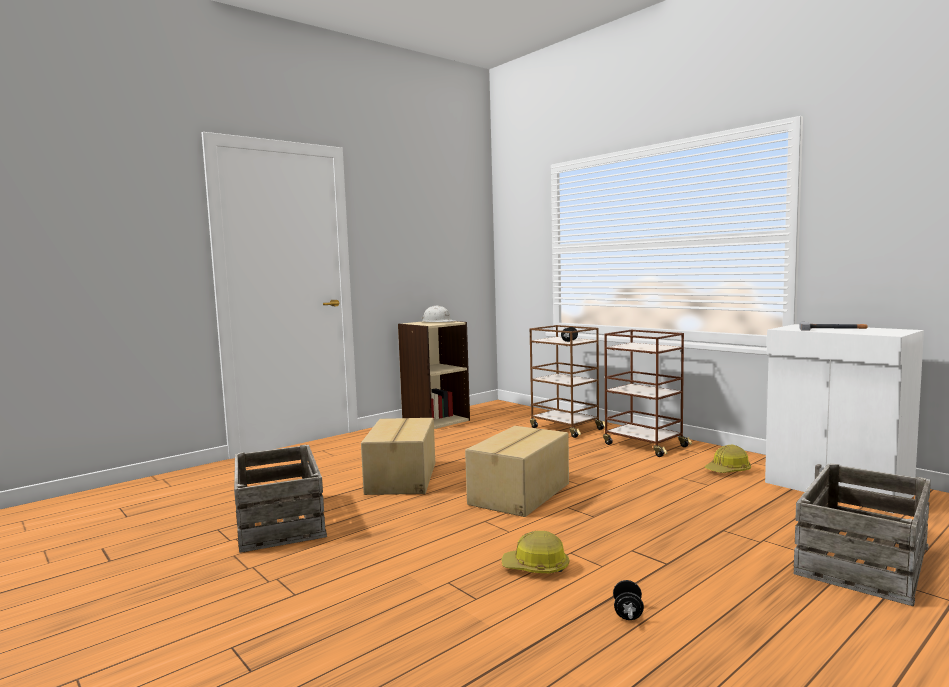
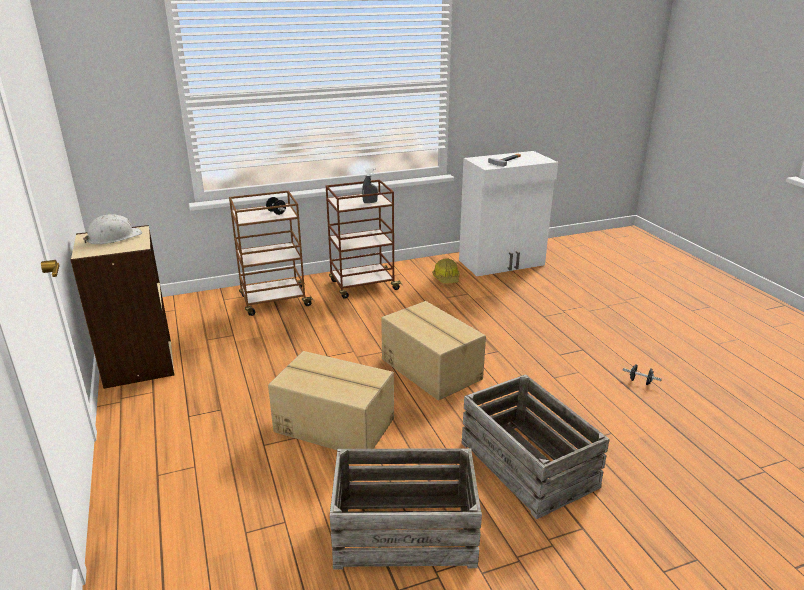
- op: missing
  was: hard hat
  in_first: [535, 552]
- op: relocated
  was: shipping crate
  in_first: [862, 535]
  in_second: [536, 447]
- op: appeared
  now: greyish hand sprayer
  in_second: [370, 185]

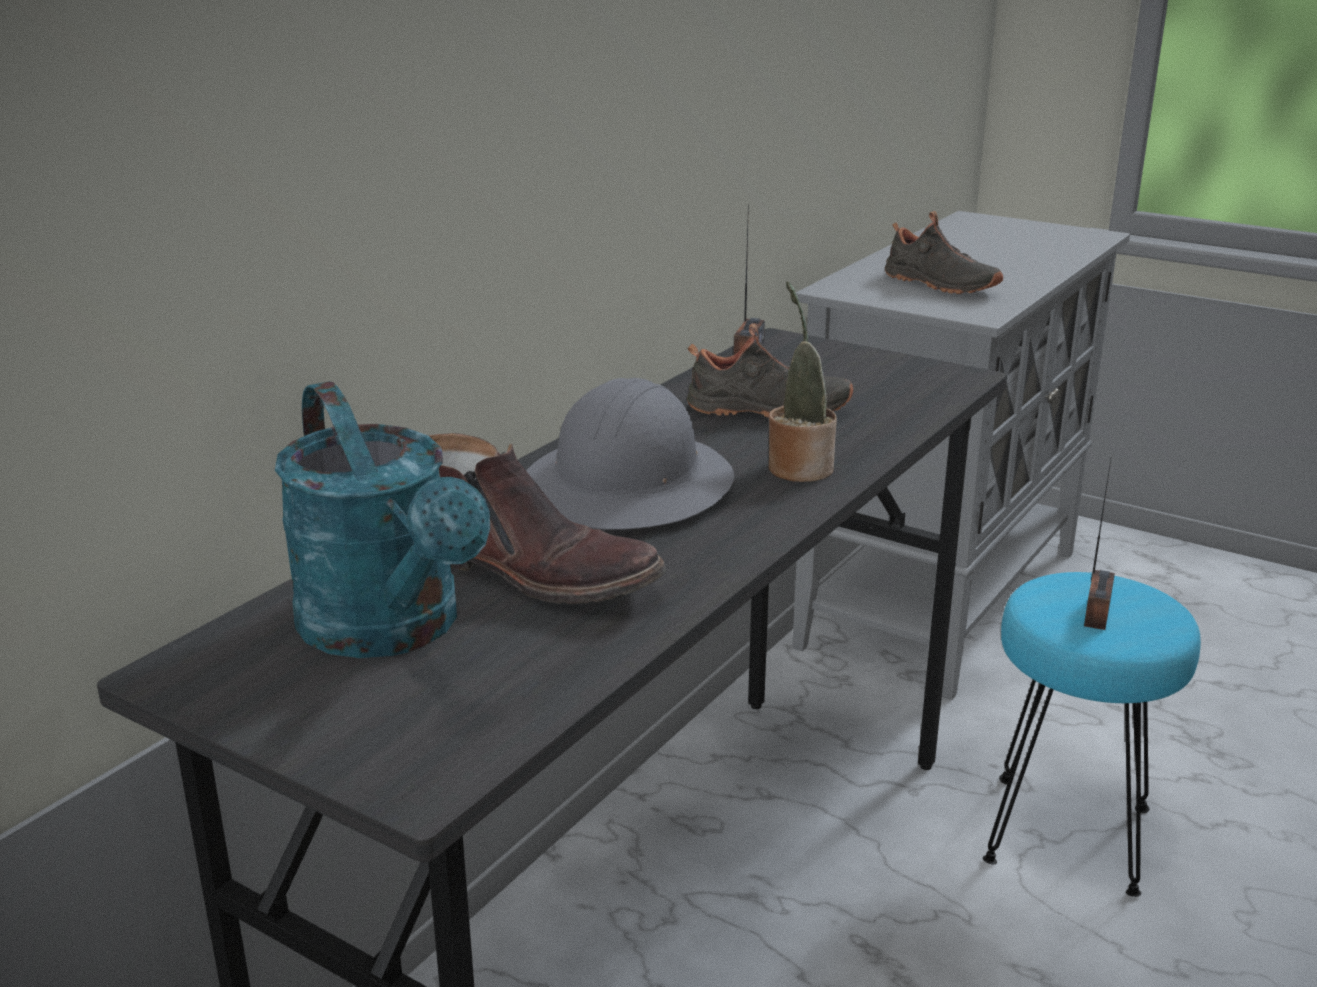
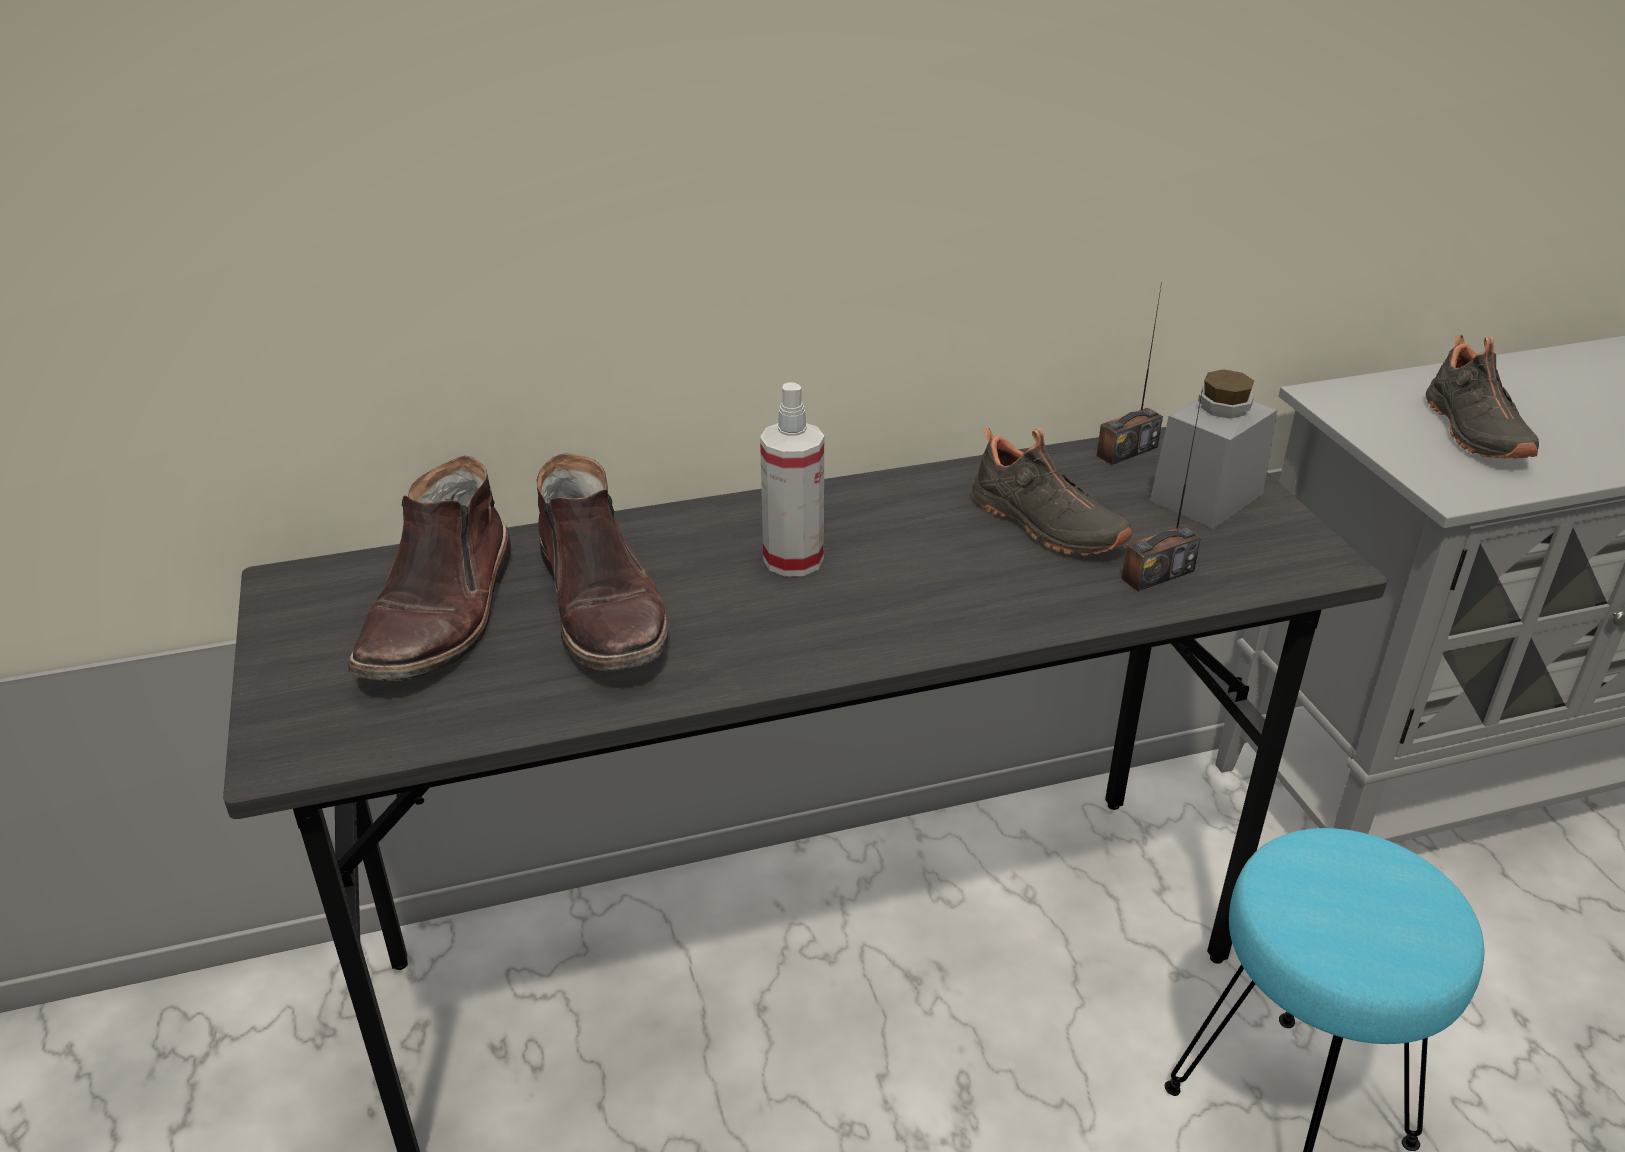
- op: exchanged
  was: blue-green sprinkling can
  now: brown-coloured boot
  in_first: [382, 519]
  in_second: [430, 568]
- op: exchanged
  was: greyish hard hat
  now: hand sprayer
  in_first: [630, 454]
  in_second: [792, 479]
- op: missing
  was: houseplant
  in_first: [802, 381]
- op: relocated
  was: radio
  in_first: [1099, 544]
  in_second: [1162, 489]
- op: appeared
  now: greyish preserve jar
  in_second: [1213, 449]

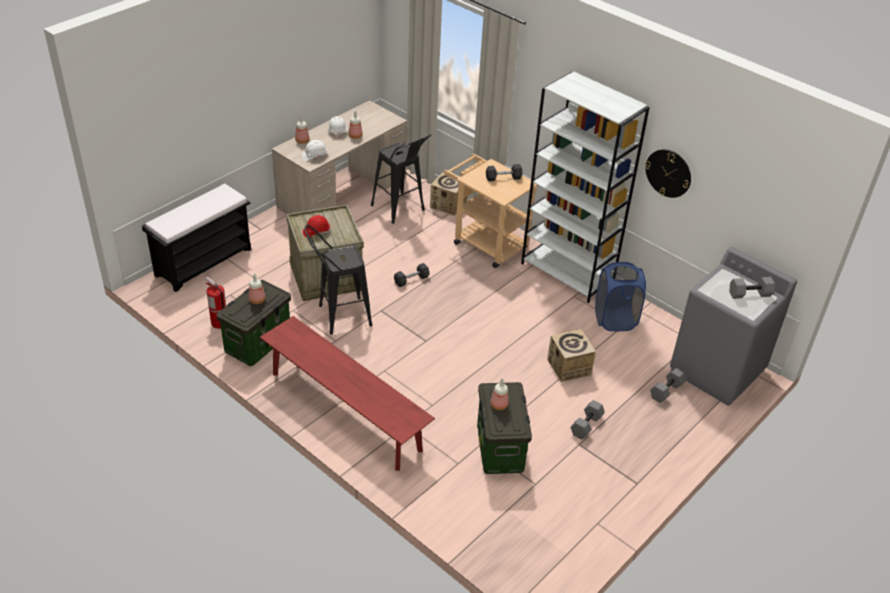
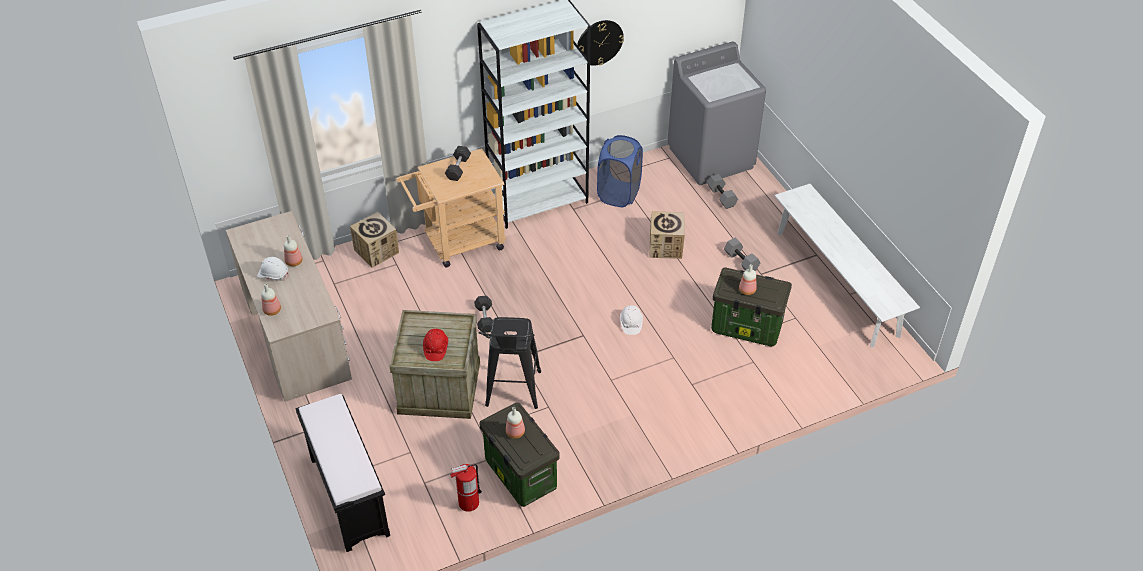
- op: missing
  was: red long seat
  in_first: [347, 393]
- op: relocated
  was: whitish hard hat
  in_first: [314, 150]
  in_second: [631, 320]
- op: missing
  was: blackish sitting stool
  in_first: [401, 179]
- op: missing
  was: greyish hand weight
  in_first: [752, 288]
- op: appeared
  now: whitish long seat
  in_second: [847, 266]

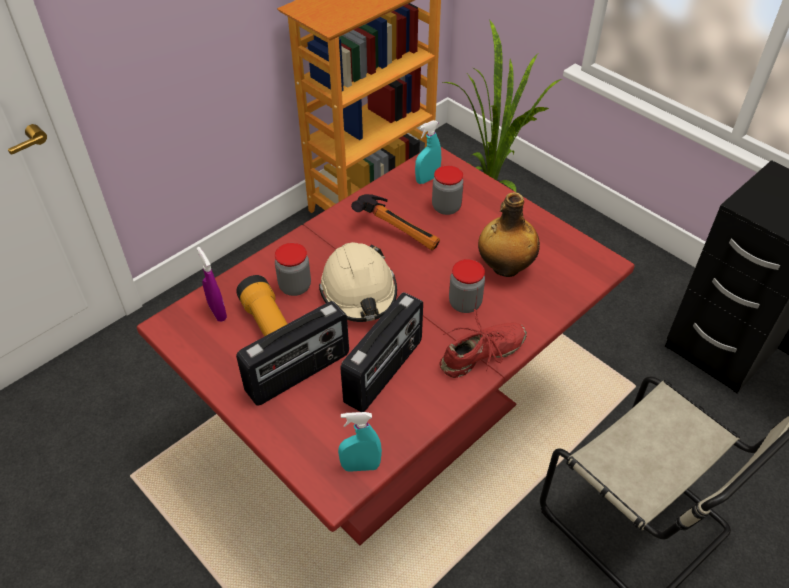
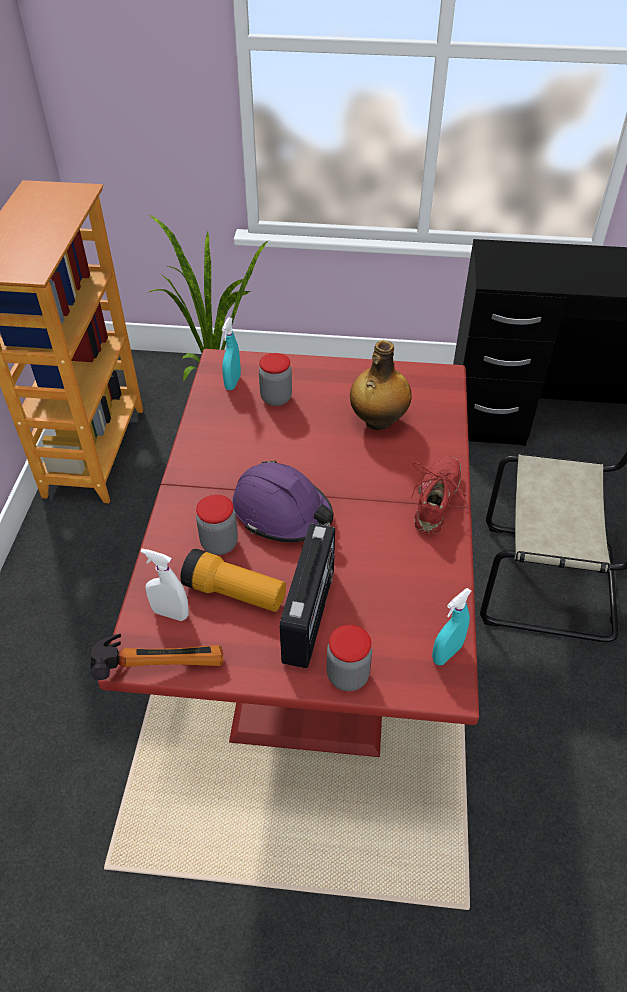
- op: colour
  was: purple hand sprayer
  now: whitish hand sprayer
  in_first: [212, 284]
  in_second: [165, 584]
- op: colour
  was: beige hard hat
  now: purple hard hat
  in_first: [358, 282]
  in_second: [283, 501]
- op: missing
  was: radio
  in_first: [381, 352]
- op: relocated
  was: tool hammer
  in_first: [395, 222]
  in_second: [157, 657]
- op: relocated
  was: preserve jar
  in_first: [467, 286]
  in_second: [349, 658]

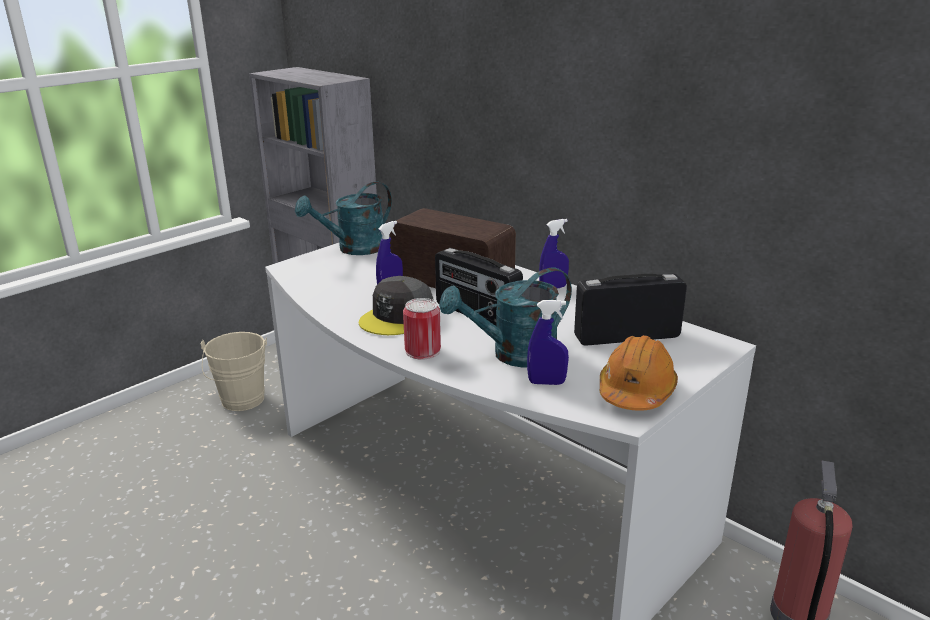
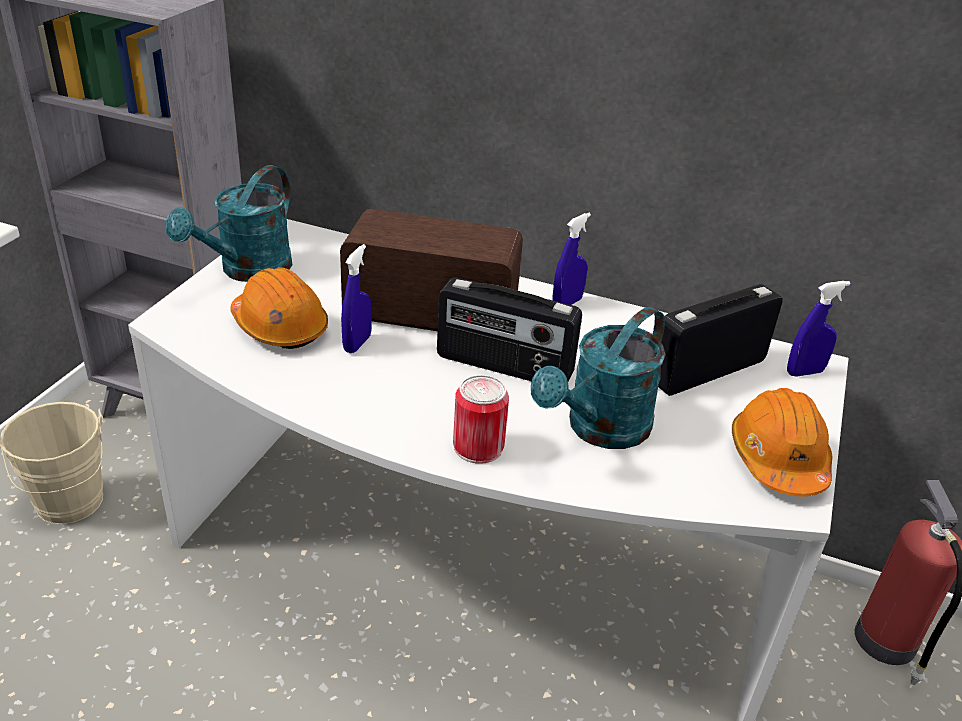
- op: missing
  was: greyish cap
  in_first: [396, 305]
- op: relocated
  was: bluish hand sprayer
  in_first: [548, 342]
  in_second: [819, 329]
- op: appeared
  now: orange-coloured hard hat
  in_second: [279, 308]

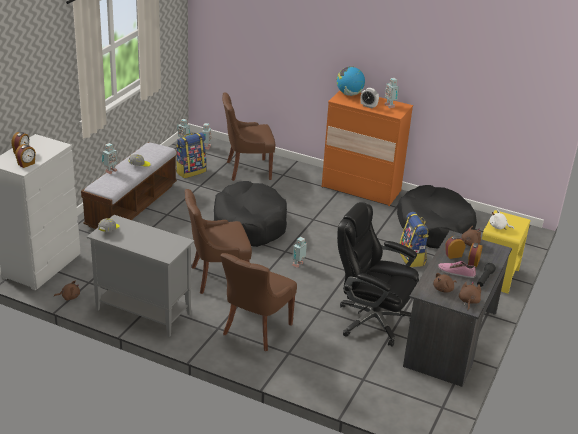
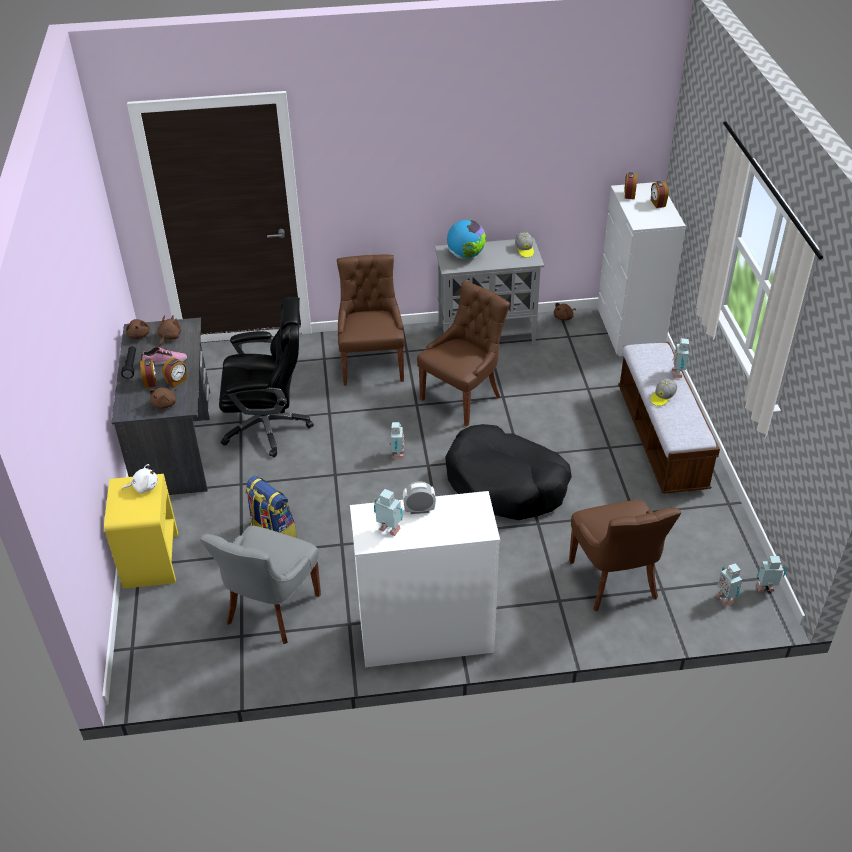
- op: missing
  was: rucksack
  in_first: [191, 155]
- op: spun
  was: brown-coloured plain chair
  in_first: [248, 137]
  in_second: [625, 555]
  clockwise: 120
- op: colour
  was: orange-coloured drawer chest
  now: whitish drawer chest
  in_first: [367, 148]
  in_second: [425, 579]
- op: relocated
  was: globe
  in_first: [351, 81]
  in_second: [466, 239]
- op: exchanged
  was: blackish dog bed
  now: greyish plain chair
  in_first: [437, 217]
  in_second: [260, 585]

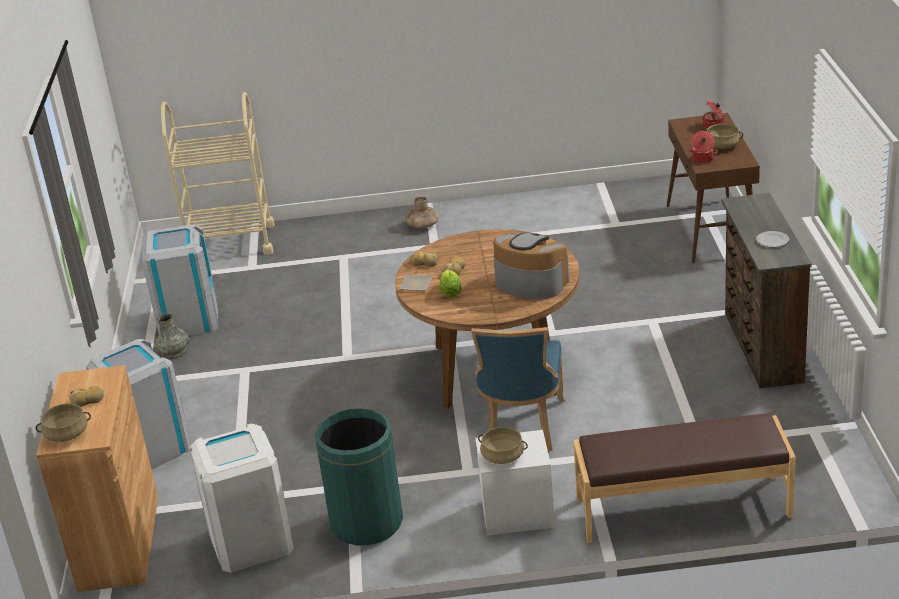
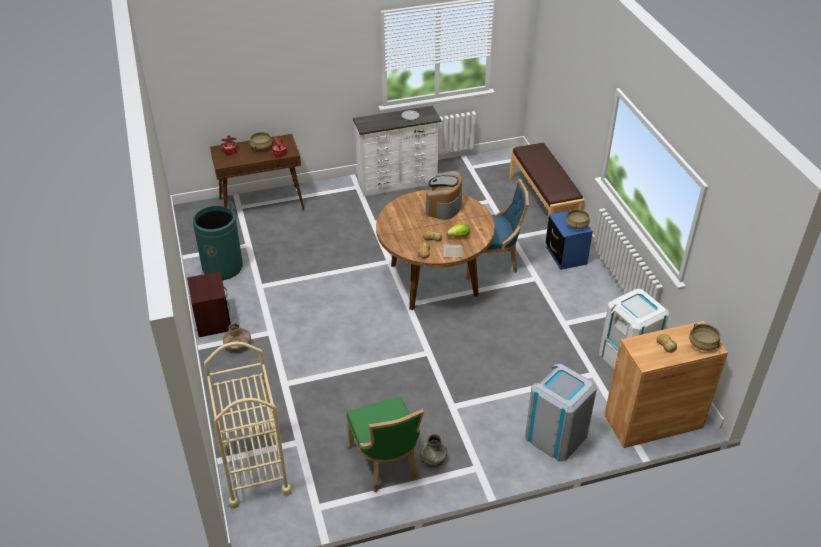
- op: exchanged
  was: greyish rubbish bin
  now: green plain chair
  in_first: [179, 280]
  in_second: [385, 444]
- op: relocated
  was: green rubbish bin
  in_first: [359, 477]
  in_second: [218, 243]
- op: colour
  was: whitish bedside table
  now: bluish bedside table
  in_first: [515, 483]
  in_second: [569, 240]
- op: colour
  was: brown-coloured drawer chest
  now: whitish drawer chest
  in_first: [766, 290]
  in_second: [397, 151]
- op: appeared
  now: brown-coloured bedside table
  in_second: [209, 304]

